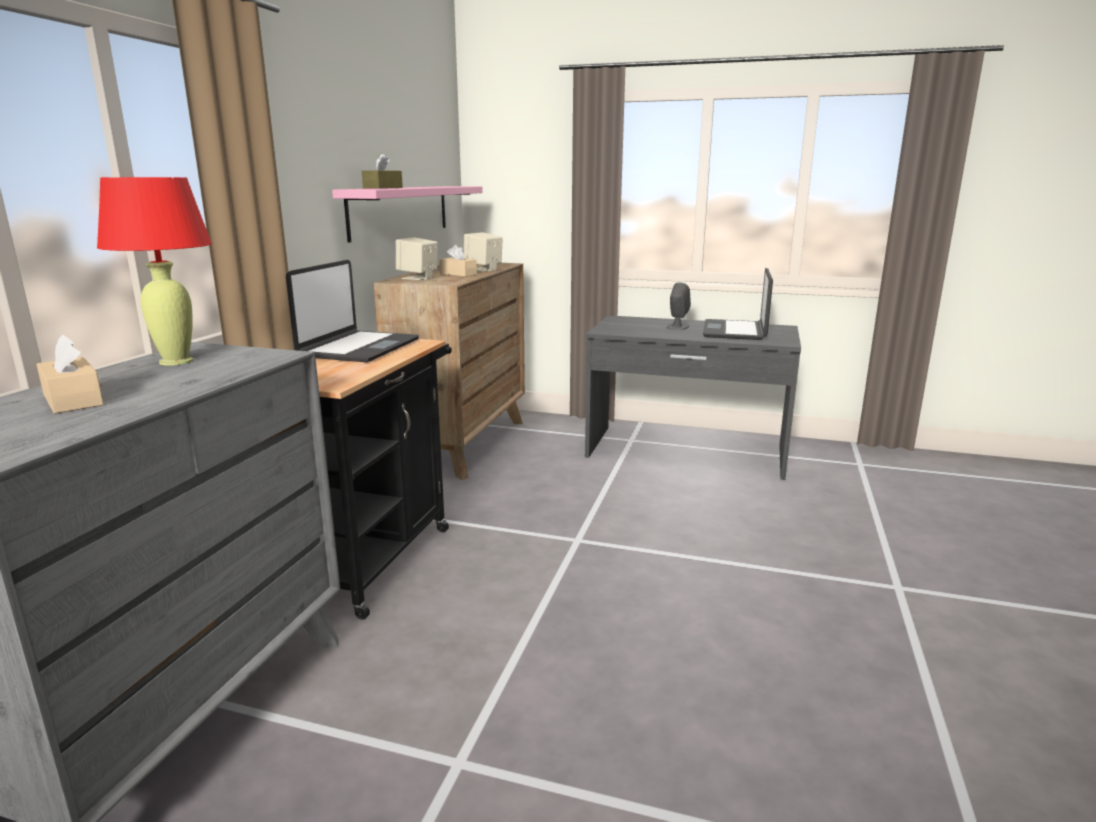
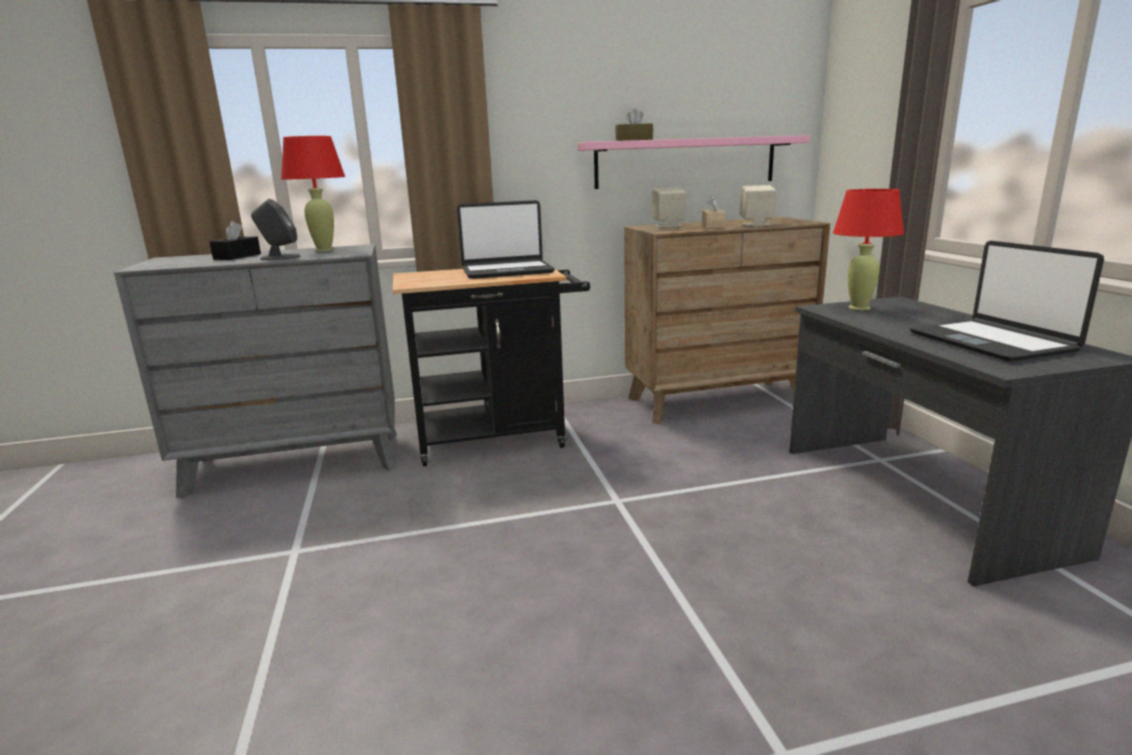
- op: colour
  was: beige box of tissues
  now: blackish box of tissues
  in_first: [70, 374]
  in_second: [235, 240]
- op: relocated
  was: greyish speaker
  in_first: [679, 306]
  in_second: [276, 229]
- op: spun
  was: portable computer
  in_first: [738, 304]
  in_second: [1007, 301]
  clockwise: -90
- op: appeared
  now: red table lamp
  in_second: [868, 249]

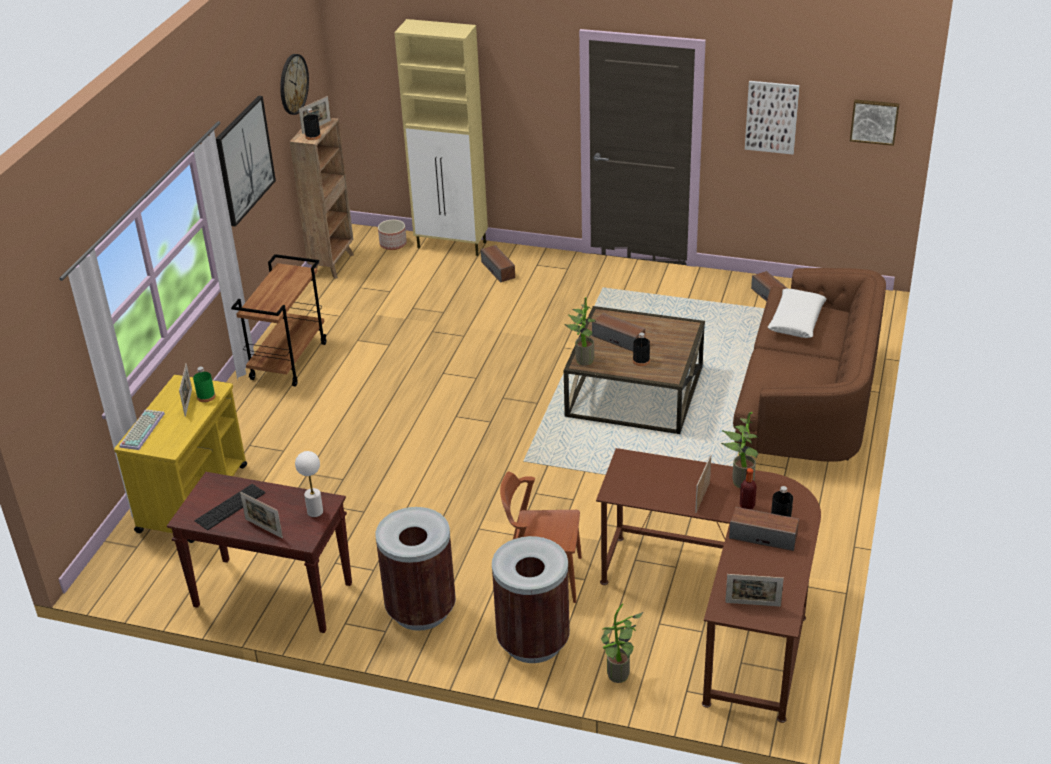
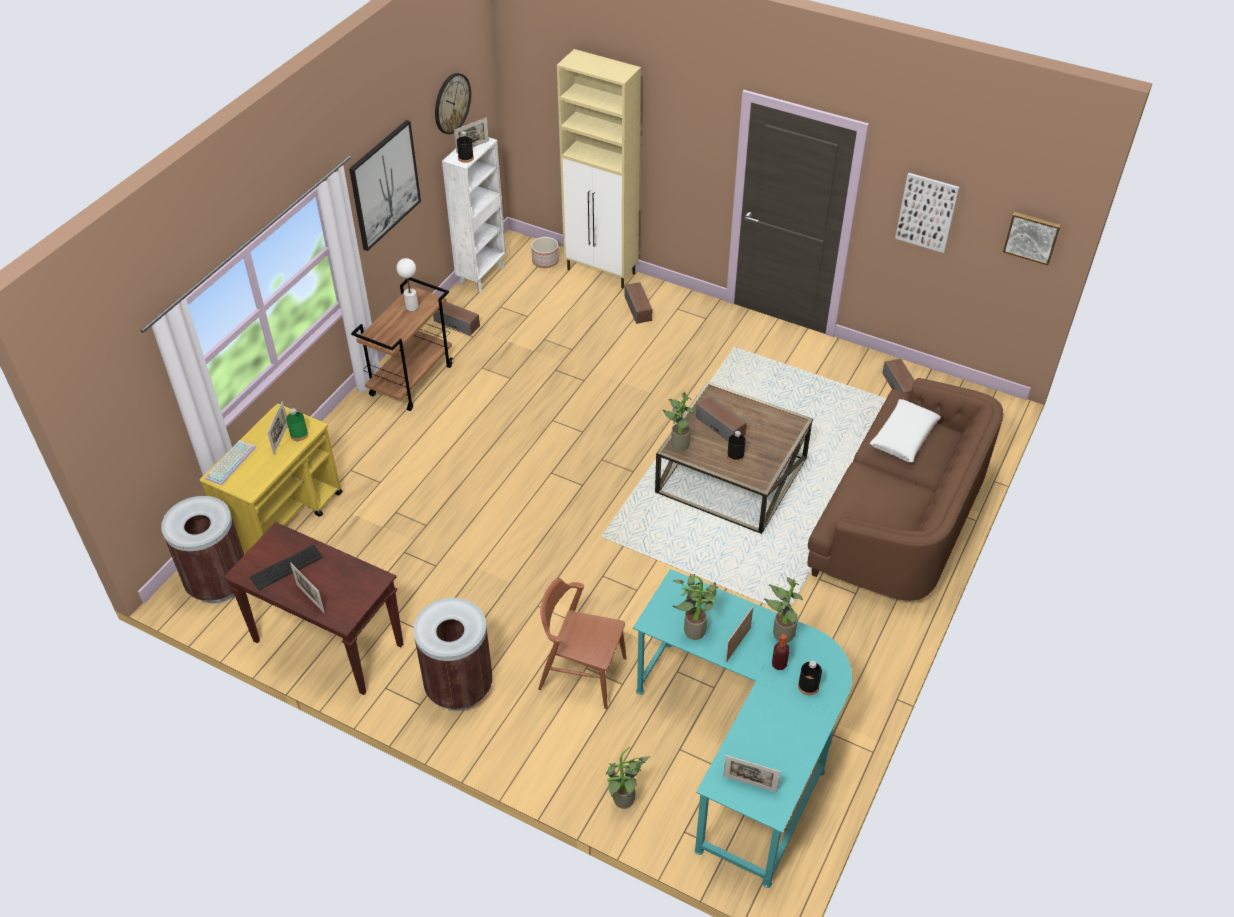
- op: colour
  was: brown-coloured shelving unit
  now: whitish shelving unit
  in_first: [322, 198]
  in_second: [474, 215]
- op: relocated
  was: whitish table lamp
  in_first: [309, 484]
  in_second: [407, 284]
- op: relocated
  was: brown-coloured rubbish bin
  in_first: [531, 599]
  in_second: [202, 550]
- op: colour
  was: brown-coloured desk
  now: blue-green desk
  in_first: [708, 585]
  in_second: [742, 728]
- op: relocated
  was: speaker
  in_first: [764, 529]
  in_second: [456, 319]
- op: appeared
  now: houseplant
  in_second: [695, 607]

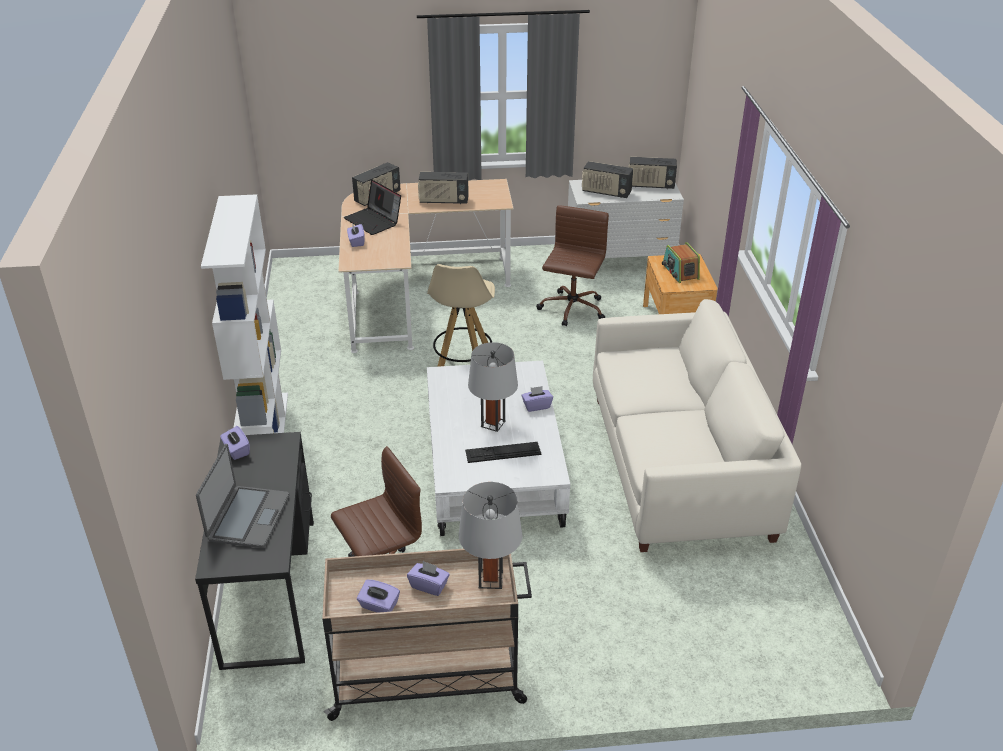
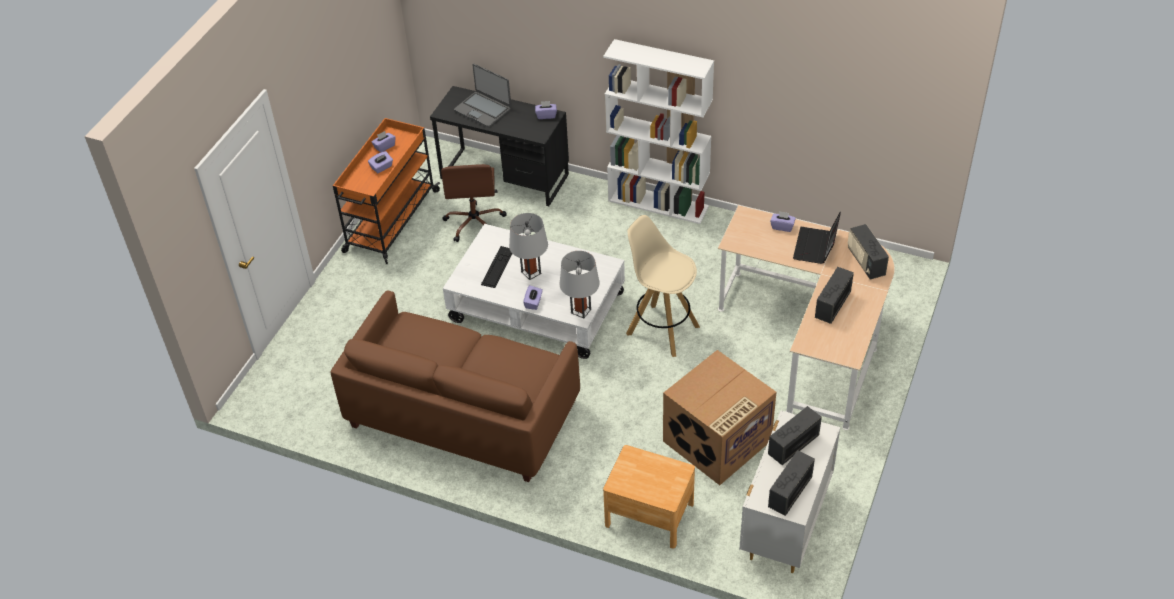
- op: colour
  was: beige wheeled cart
  now: orange-coloured wheeled cart
  in_first: [427, 635]
  in_second: [387, 191]
- op: spun
  was: portable computer
  in_first: [372, 207]
  in_second: [817, 238]
  clockwise: -60
- op: relocated
  was: greyish table lamp
  in_first: [490, 535]
  in_second: [580, 284]
- op: exchanged
  was: brown-coloured computer chair
  now: packing box
  in_first: [572, 265]
  in_second: [719, 417]
- op: colour
  was: whitish settee
  now: brown-coloured settee
  in_first: [697, 425]
  in_second: [455, 386]
- op: missing
  was: radio
  in_first: [681, 262]

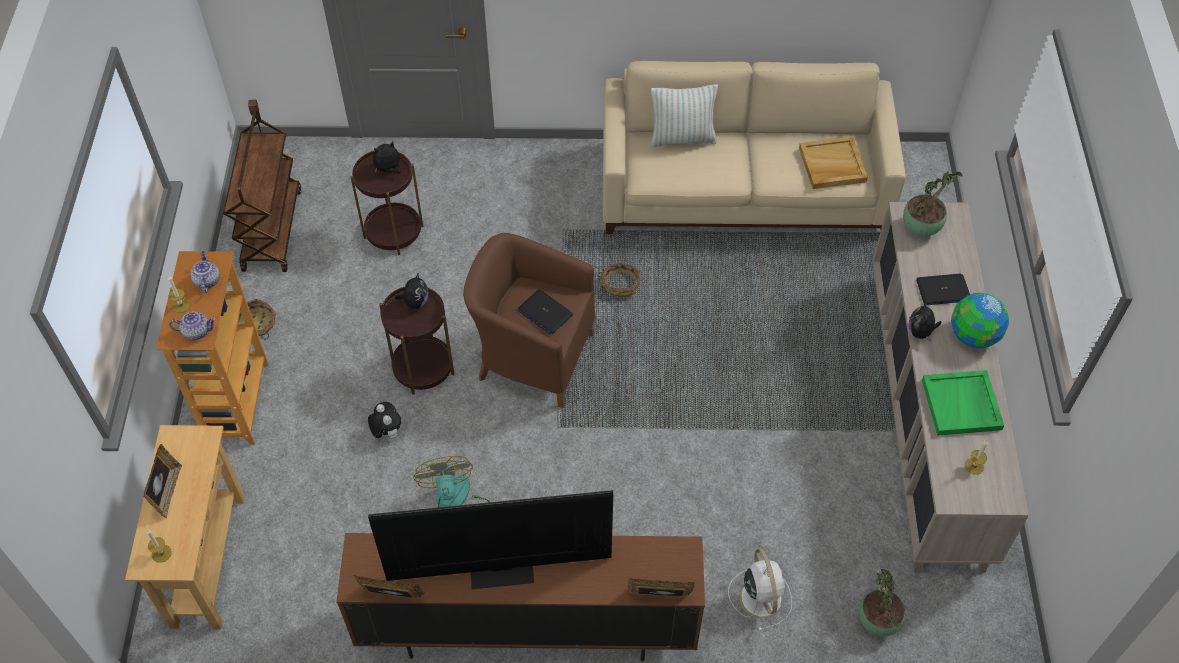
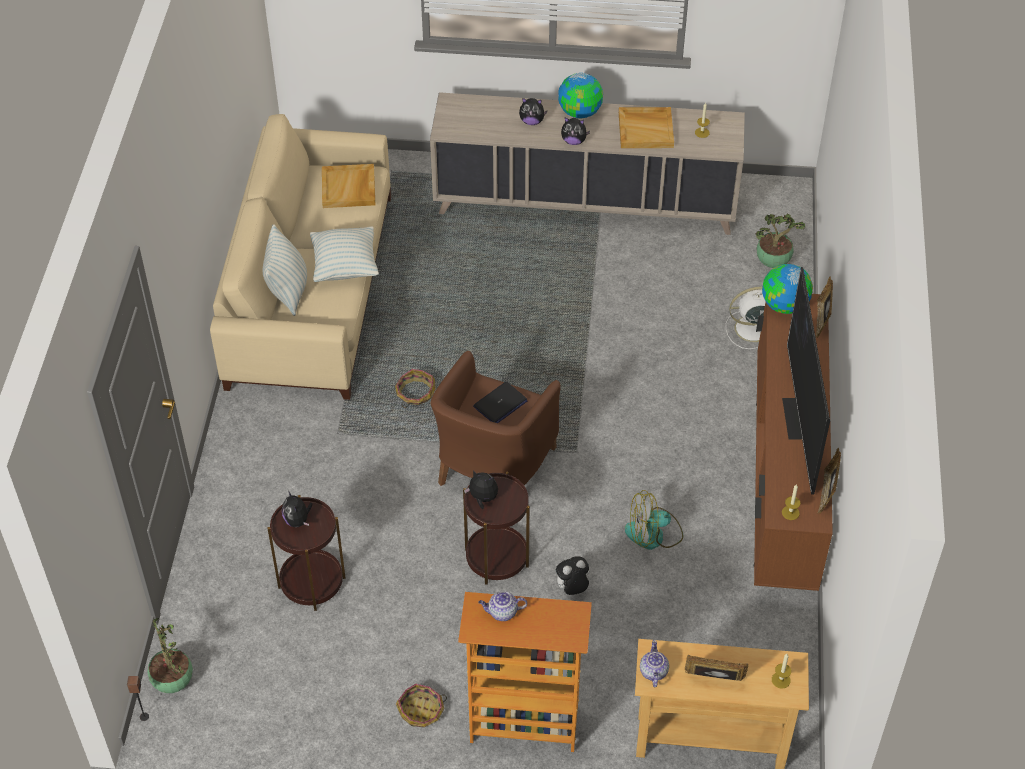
- op: relocated
  was: wax candle
  in_first: [179, 294]
  in_second: [791, 502]
- op: relocated
  was: pot for tea
  in_first: [192, 325]
  in_second: [654, 663]
- op: missing
  was: brown-coloured wheeled cart
  in_first: [262, 190]
- op: relocated
  was: houseplant
  in_first: [933, 204]
  in_second: [170, 655]
- op: exchanged
  was: portable computer
  now: cuddly toy
  in_first: [943, 289]
  in_second: [533, 111]
- op: colour
  was: green carrying tray
  now: beige carrying tray
  in_first: [963, 403]
  in_second: [646, 127]
- op: appeared
  now: cushion
  in_second: [344, 254]
- op: appeared
  now: globe
  in_second: [787, 289]

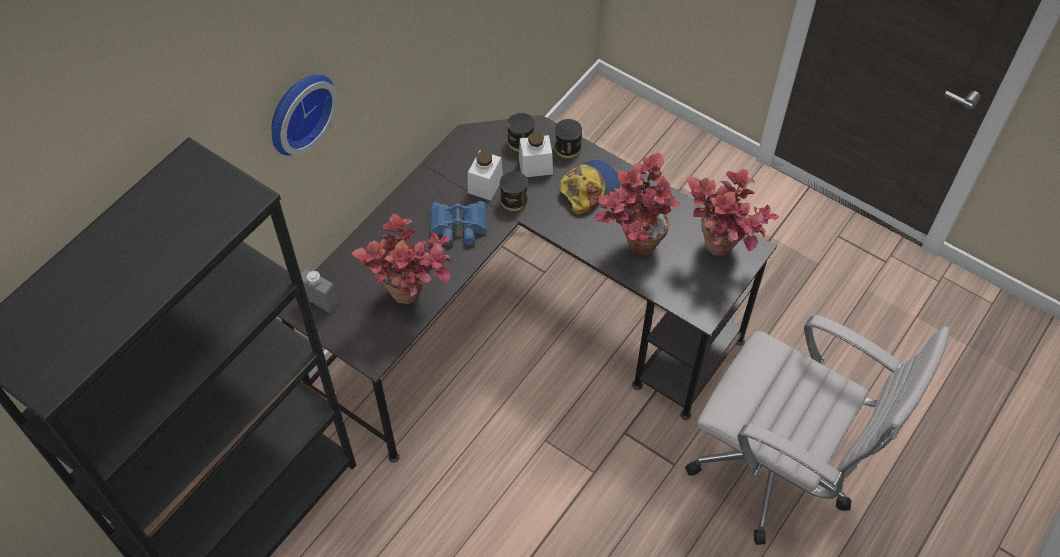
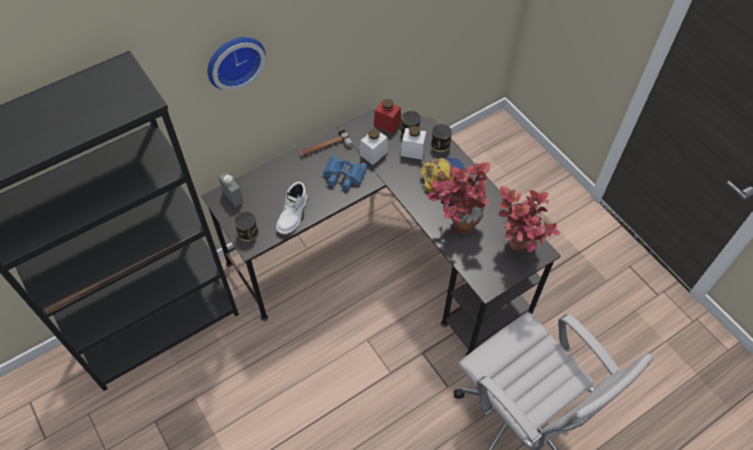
- op: exchanged
  was: houseplant
  now: whitish boot
  in_first: [402, 259]
  in_second: [291, 208]
- op: relocated
  was: sealed can
  in_first: [514, 191]
  in_second: [246, 227]
- op: appeared
  now: tool hammer
  in_second: [326, 142]
- op: appeared
  now: red preserve jar
  in_second: [387, 116]

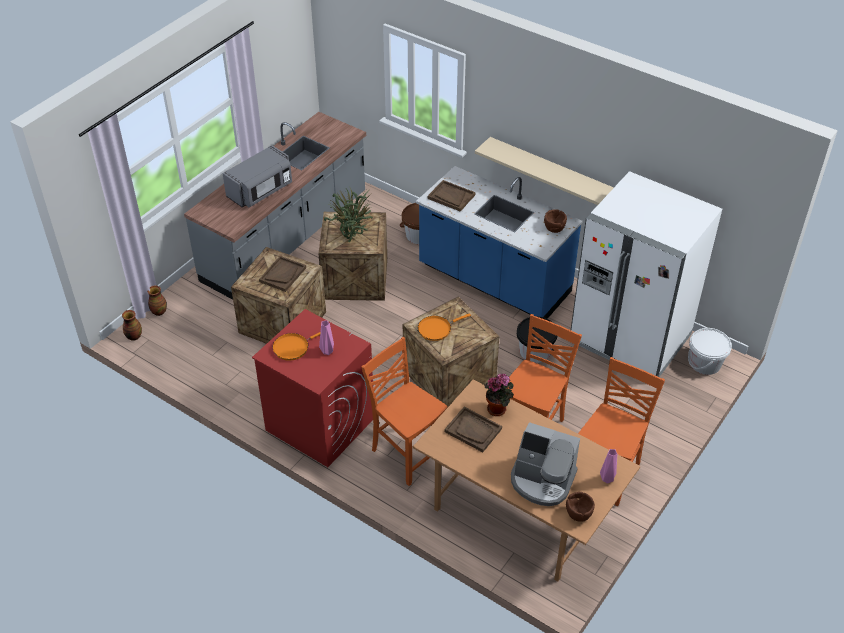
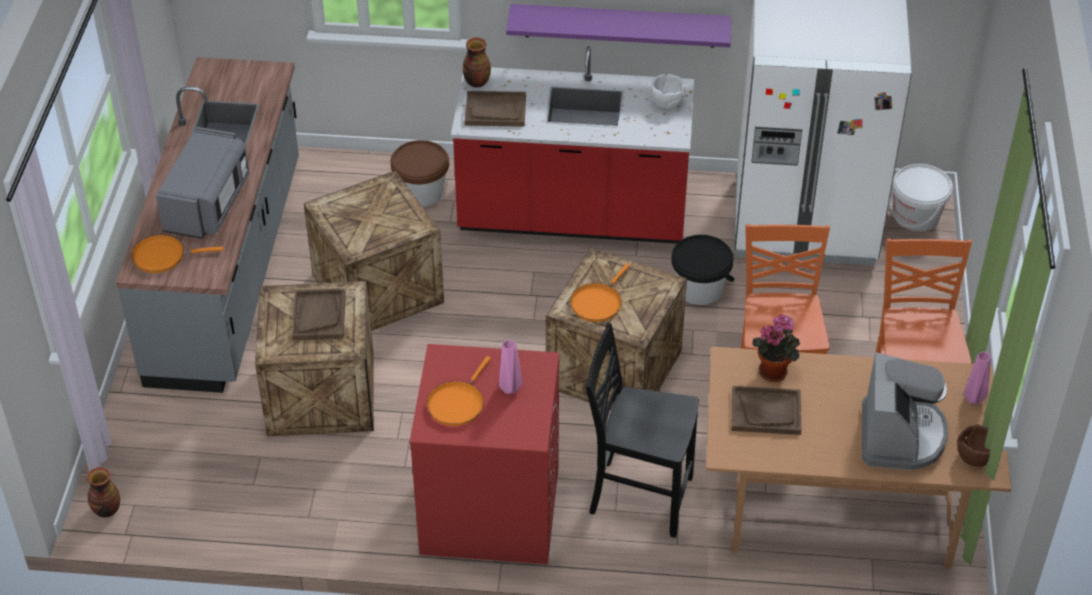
- op: relocated
  was: flower vase
  in_first: [157, 300]
  in_second: [477, 62]
- op: missing
  was: houseplant
  in_first: [348, 214]
- op: colour
  was: orange-coloured plain chair
  now: blackish plain chair
  in_first: [404, 411]
  in_second: [642, 430]
- op: colour
  was: bluish kitchen counter
  now: red kitchen counter
  in_first: [499, 242]
  in_second: [572, 145]
- op: colour
  was: beige shelf
  now: purple shelf
  in_first: [544, 171]
  in_second: [619, 26]
- op: spun
  was: coffee brewer
  in_first: [545, 464]
  in_second: [905, 411]
  clockwise: -75
- op: colour
  was: brown-coloured serving bowl
  now: whitish serving bowl
  in_first: [555, 221]
  in_second: [668, 91]
- op: appeared
  now: orange-coloured pan
  in_second: [177, 254]

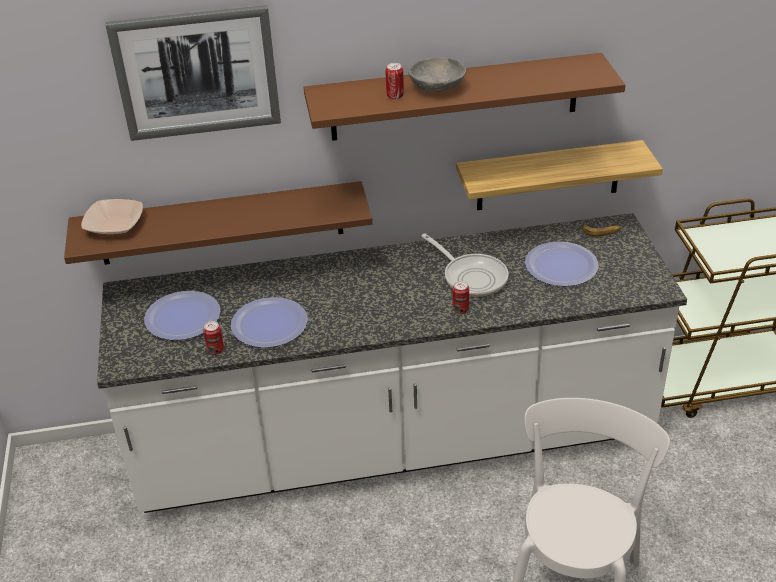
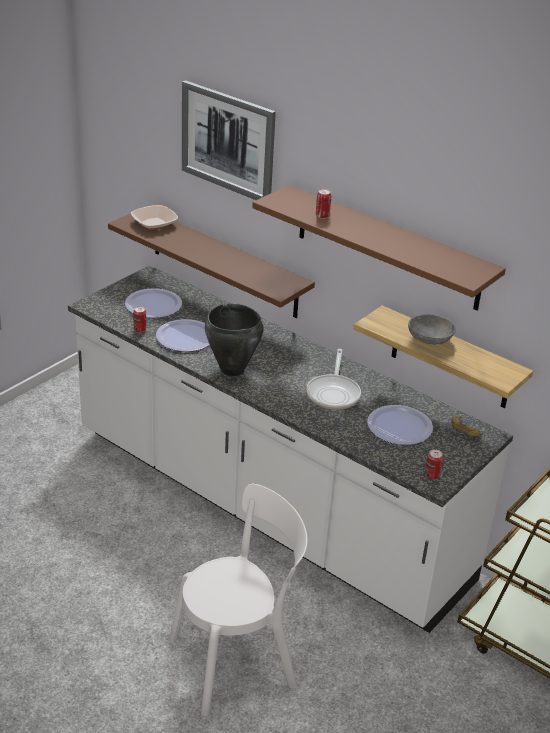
- op: relocated
  was: greyish serving bowl
  in_first: [437, 75]
  in_second: [431, 329]
- op: relocated
  was: sealed can
  in_first: [460, 297]
  in_second: [434, 464]
- op: appeared
  now: blackish saucepot
  in_second: [234, 339]

